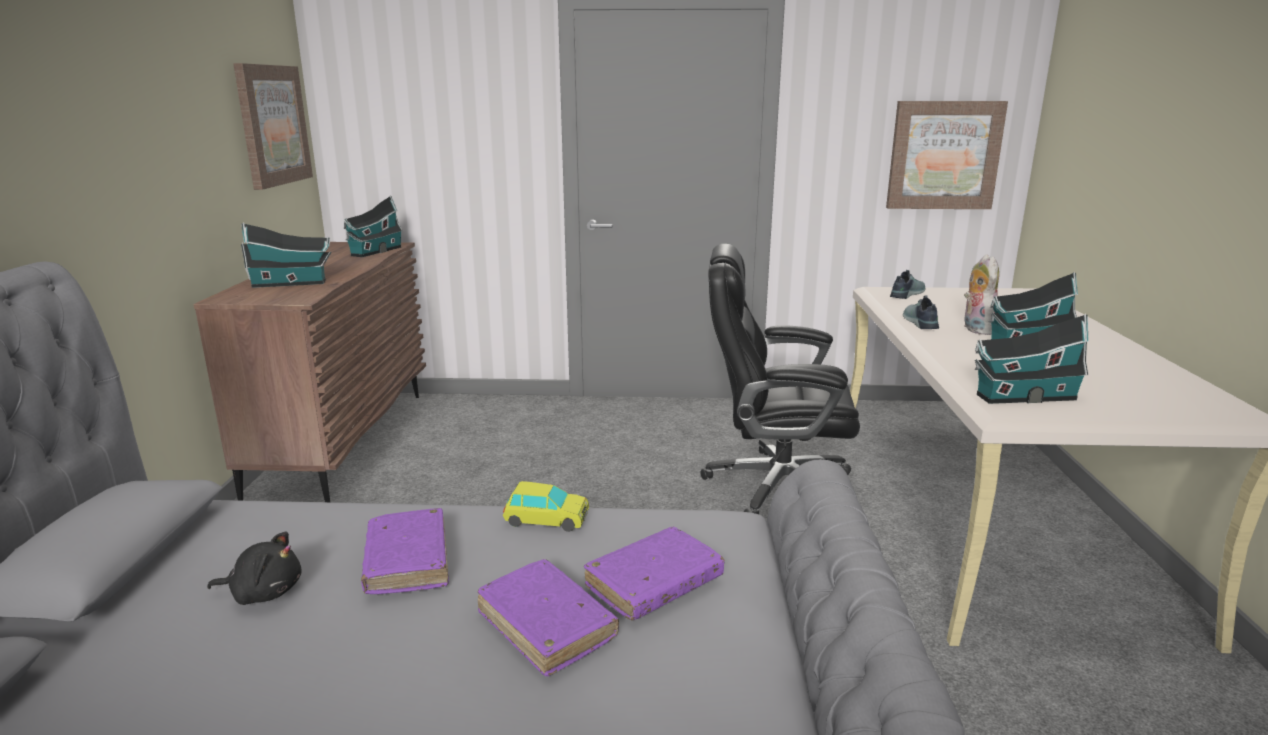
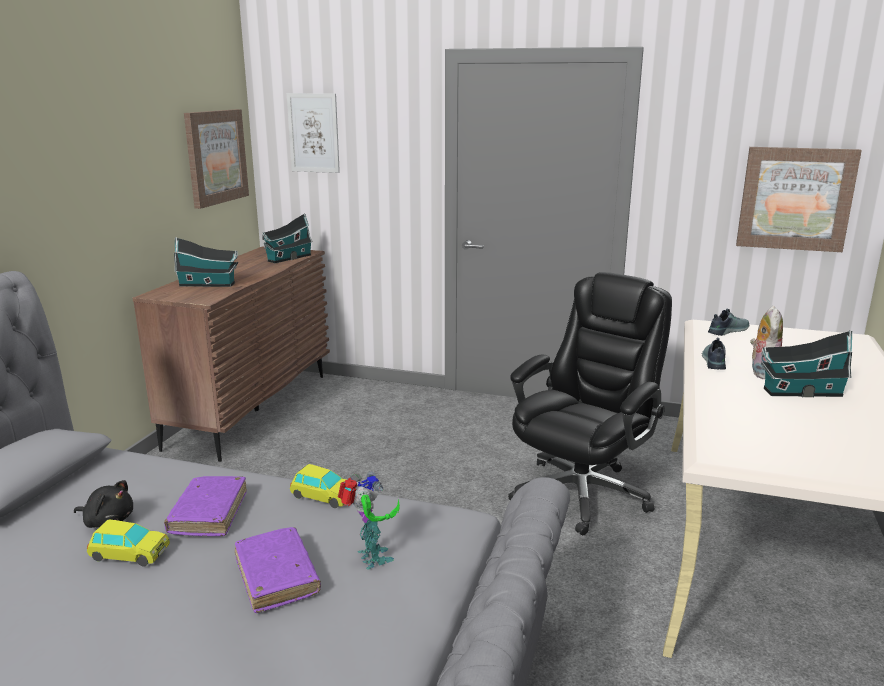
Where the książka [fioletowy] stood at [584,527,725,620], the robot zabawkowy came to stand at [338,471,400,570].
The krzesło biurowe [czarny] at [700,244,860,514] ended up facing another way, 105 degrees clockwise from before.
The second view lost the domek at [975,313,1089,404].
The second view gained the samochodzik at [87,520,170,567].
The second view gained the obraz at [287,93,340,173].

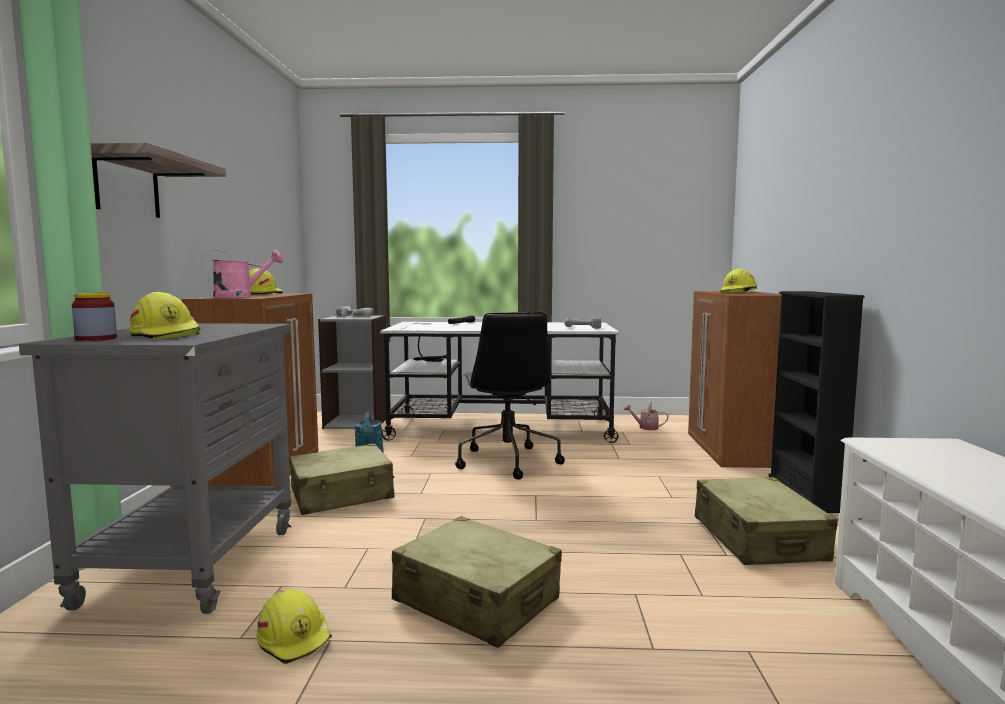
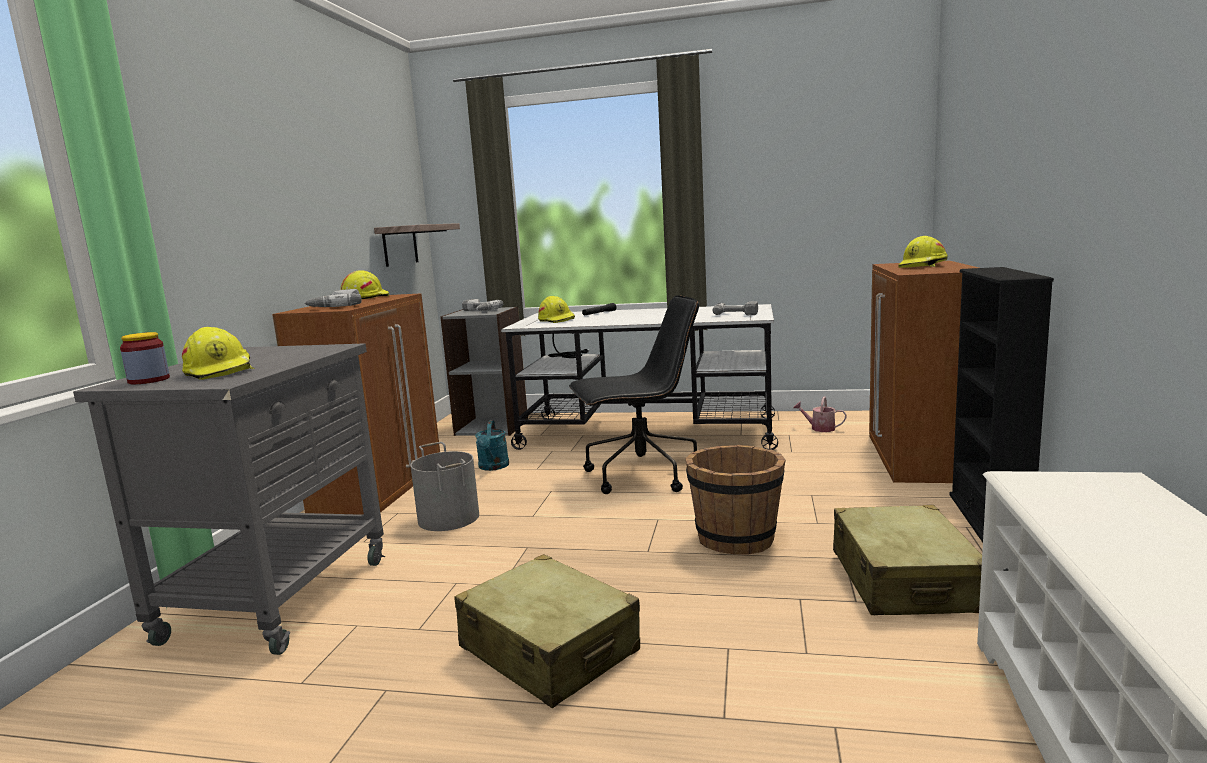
The półka ended up elsewhere, having gone from [91,143,226,218] to [374,223,460,267].
Where the konewka [różowy] stood at [201,250,283,298], the wiertarka came to stand at [304,289,361,307].
The kask [żółty] ended up elsewhere, having gone from [257,589,332,664] to [538,296,575,323].
Where the walizka [beżowy] stood at [289,444,395,515], the wiadro [szary] came to stand at [411,442,479,531].
The krzesło biurowe [czarny] at [455,312,565,479] ended up facing another way, 105 degrees counterclockwise from before.
The second view gained the wiadro [brązowy] at [685,445,785,555].

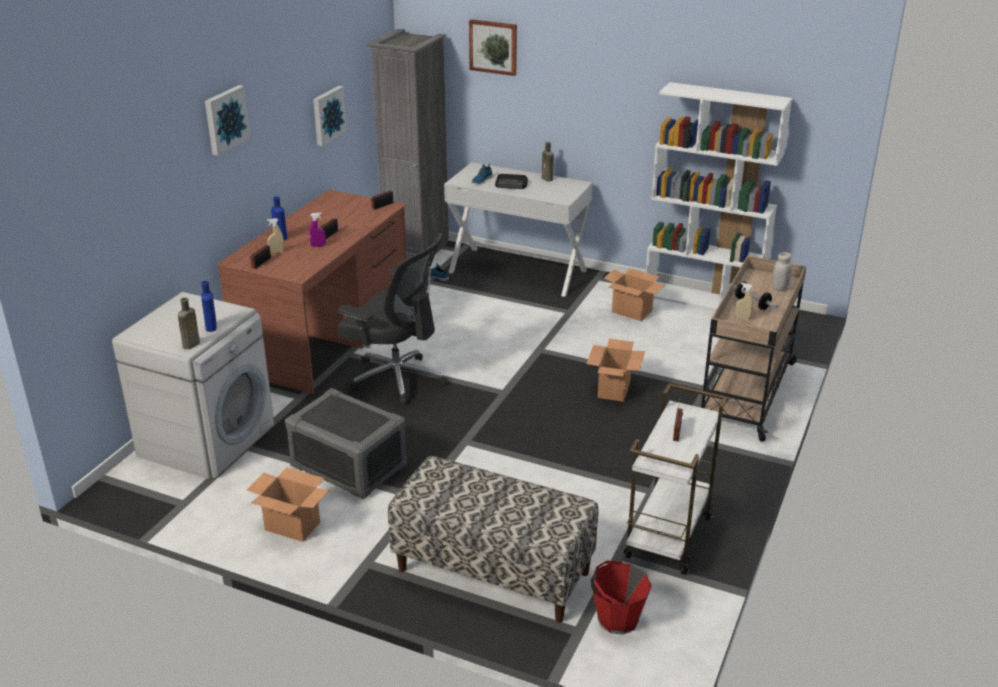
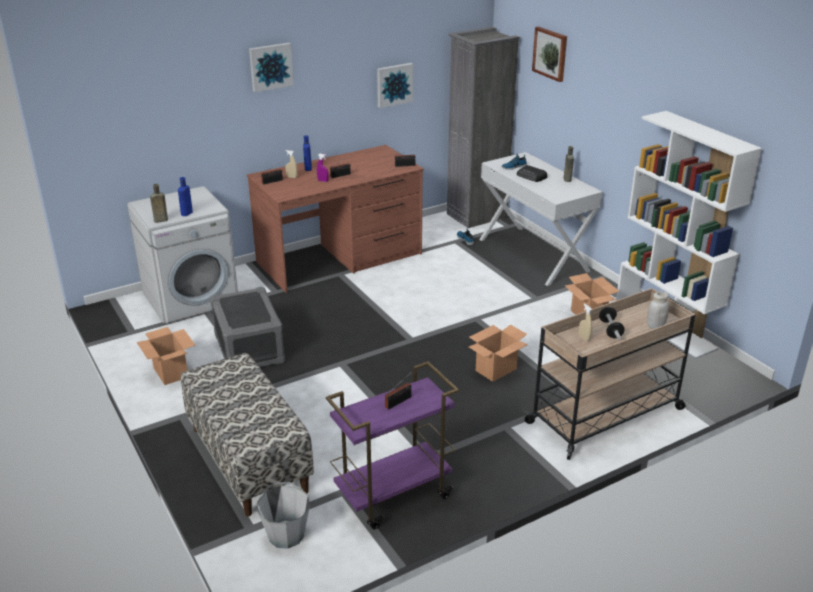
The second view lost the krzesło biurowe at [337,233,448,405].
What was the wiadro [czerwony] at [590,560,652,635] turned into the wiadro [szary] at [257,482,310,549].
What was the wózek [biały] at [624,383,727,575] turned into the wózek [fioletowy] at [326,361,459,530].

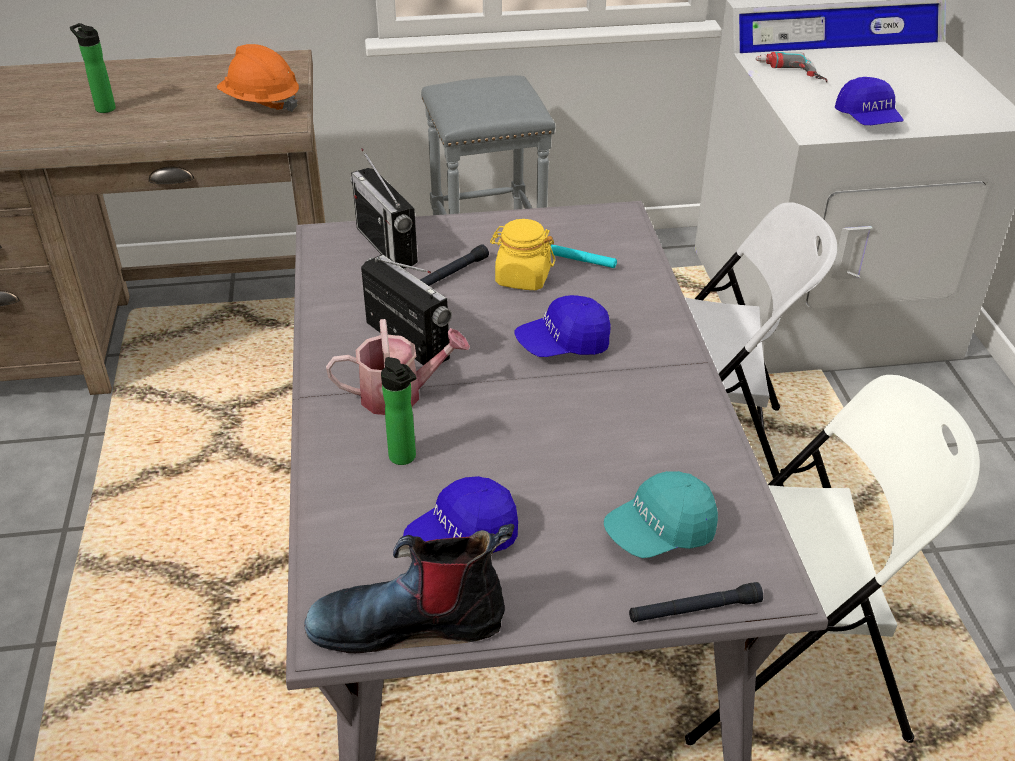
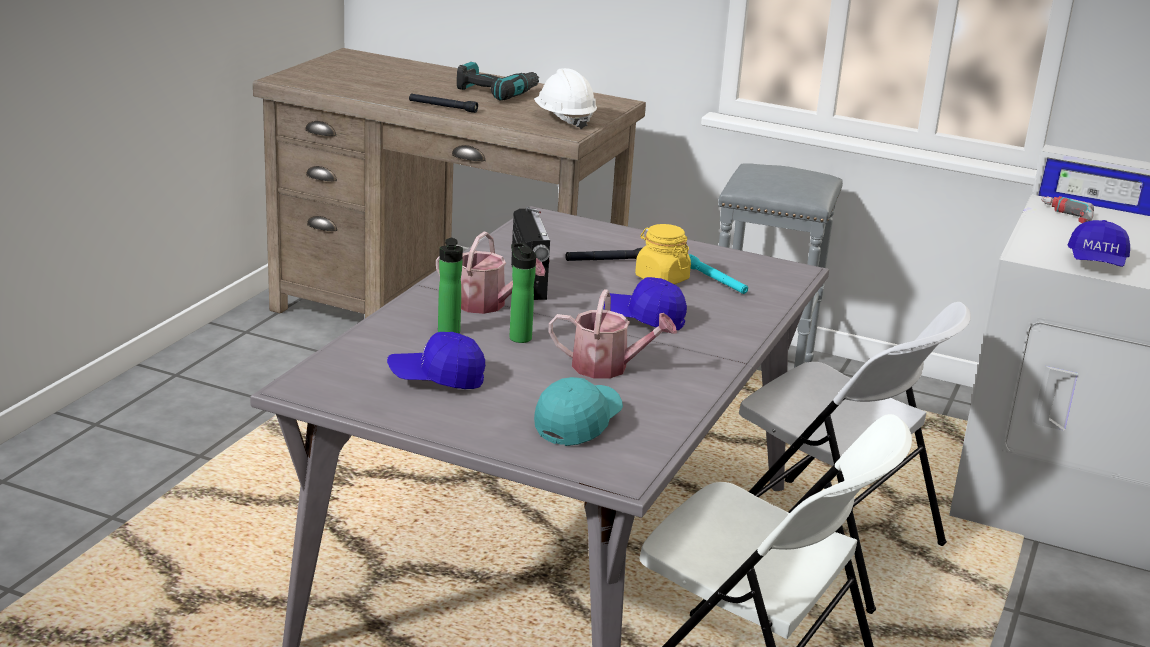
The butelka ended up elsewhere, having gone from [70,23,116,113] to [509,243,536,343].
What was the kask [pomarańczowy] at [217,44,299,112] turned into the kask [biały] at [534,68,597,129].
The second view lost the but z cholewką at [304,524,514,653].
The second view lost the radio at [350,148,418,269].
The czapka z daszkiem [turkusowy] at [604,471,718,558] ended up facing another way, 120 degrees clockwise from before.
The latarka [czarny] ended up elsewhere, having gone from [629,582,763,622] to [409,93,478,113].
The second view gained the wiertarka at [457,62,539,100].
The second view gained the konewka at [549,289,677,378].

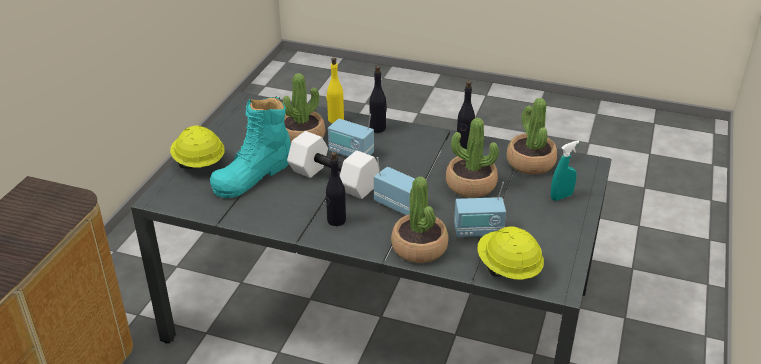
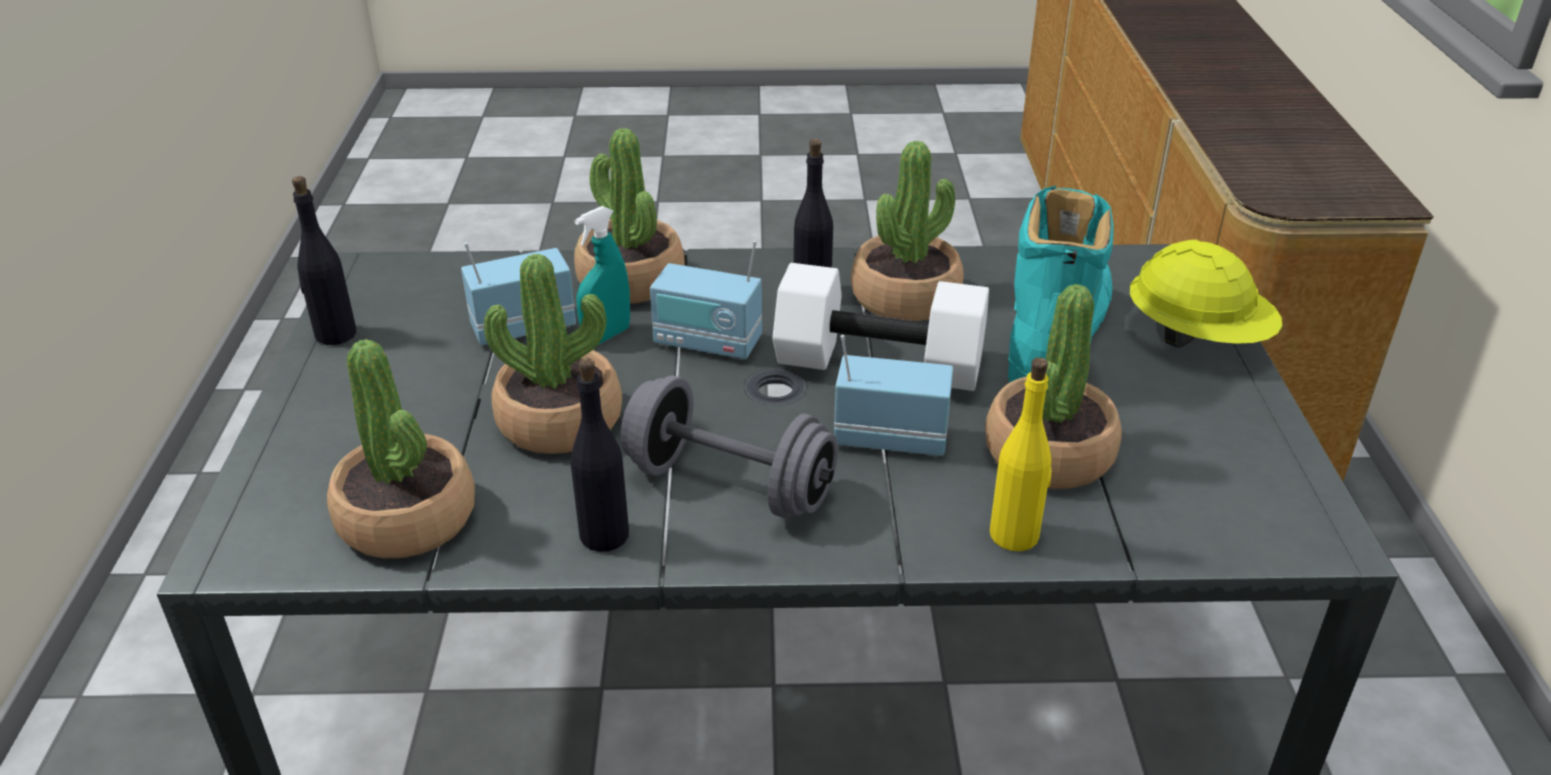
The butelka [czarny] ended up elsewhere, having gone from [370,66,387,133] to [292,176,356,345].
The second view lost the kask [żółty] at [477,227,544,280].
The spryskiwacz [turkusowy] ended up elsewhere, having gone from [551,141,579,201] to [575,206,630,345].
The second view gained the hantel [szary] at [621,375,838,518].
The second view gained the roślina doniczkowa at [851,141,964,321].

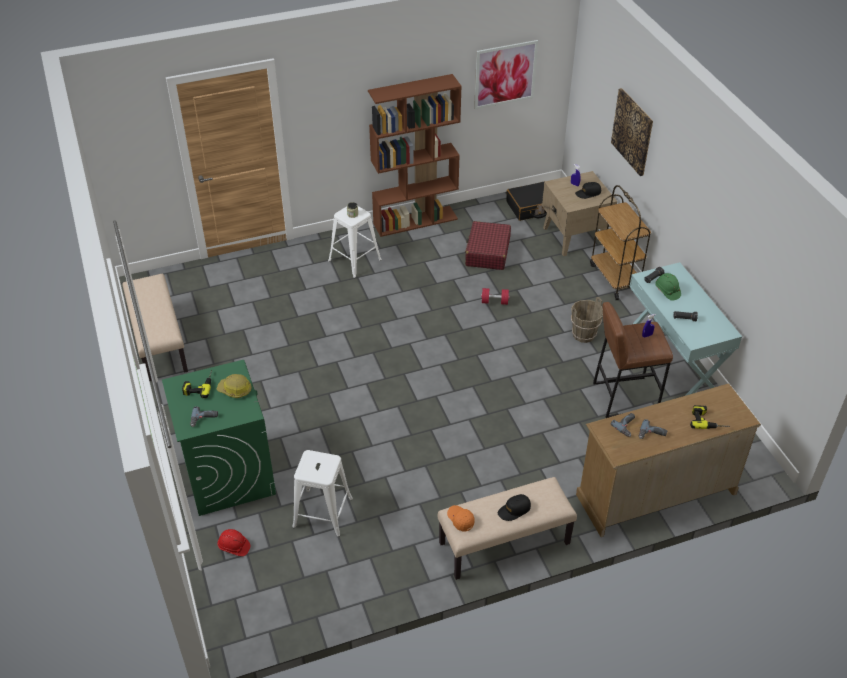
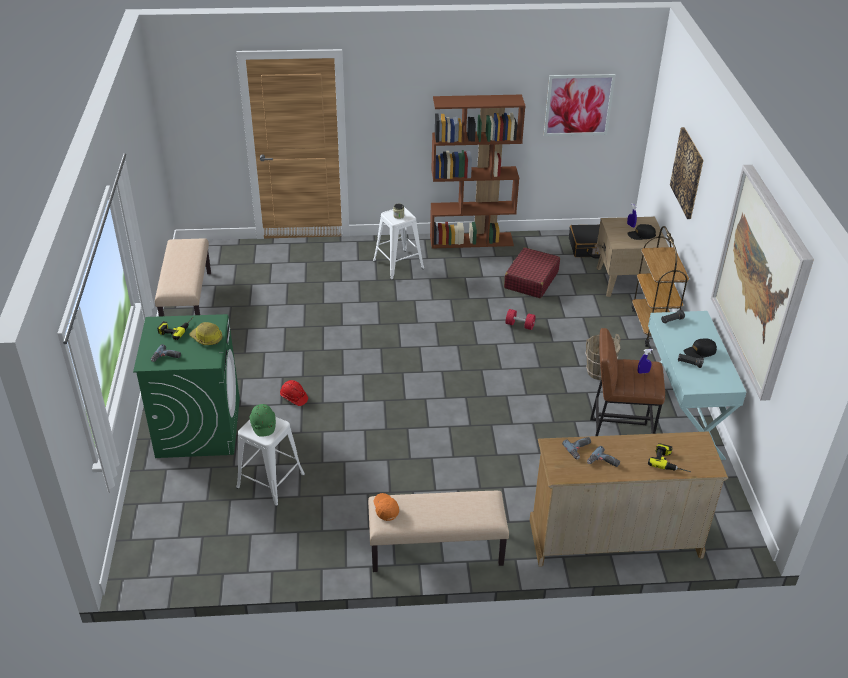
The kask [czerwony] ended up elsewhere, having gone from [217,529,250,556] to [280,380,308,406].
The czapka z daszkiem [czarny] ended up elsewhere, having gone from [498,494,531,521] to [684,339,717,359].
The kask [zielony] ended up elsewhere, having gone from [655,273,681,301] to [250,404,276,437].
The second view gained the obraz at [711,165,814,401].

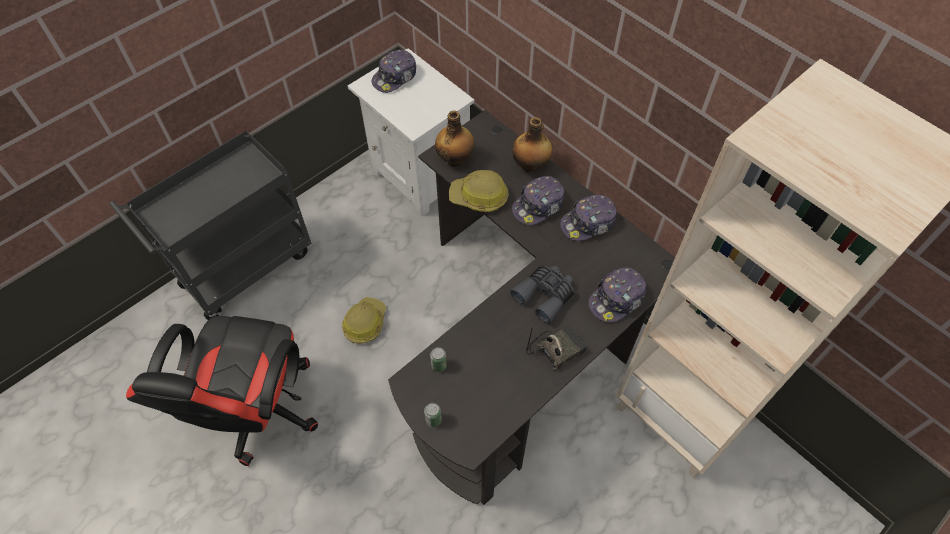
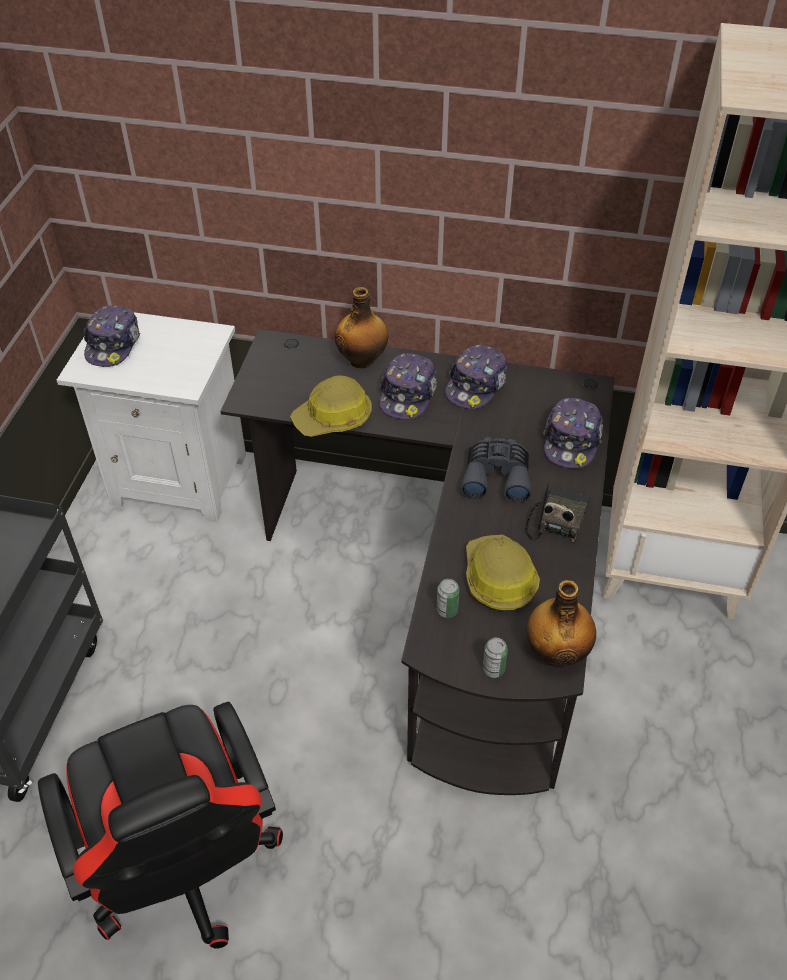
The kask ended up elsewhere, having gone from [342,297,386,344] to [466,535,540,611].
The butelka ended up elsewhere, having gone from [435,111,475,167] to [526,580,596,668].

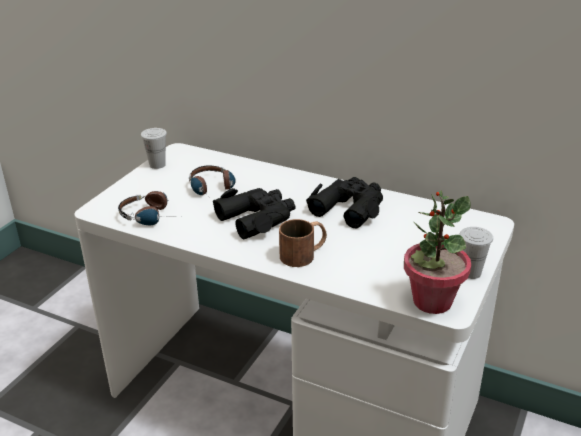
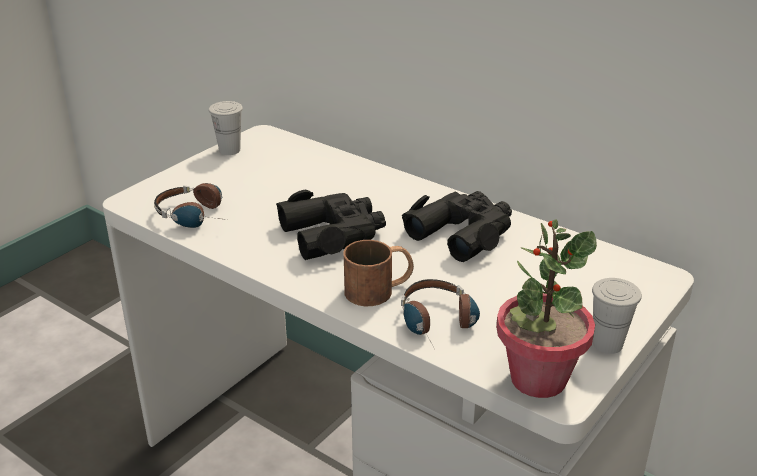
The słuchawki ended up elsewhere, having gone from [189,166,236,200] to [401,279,480,344].

